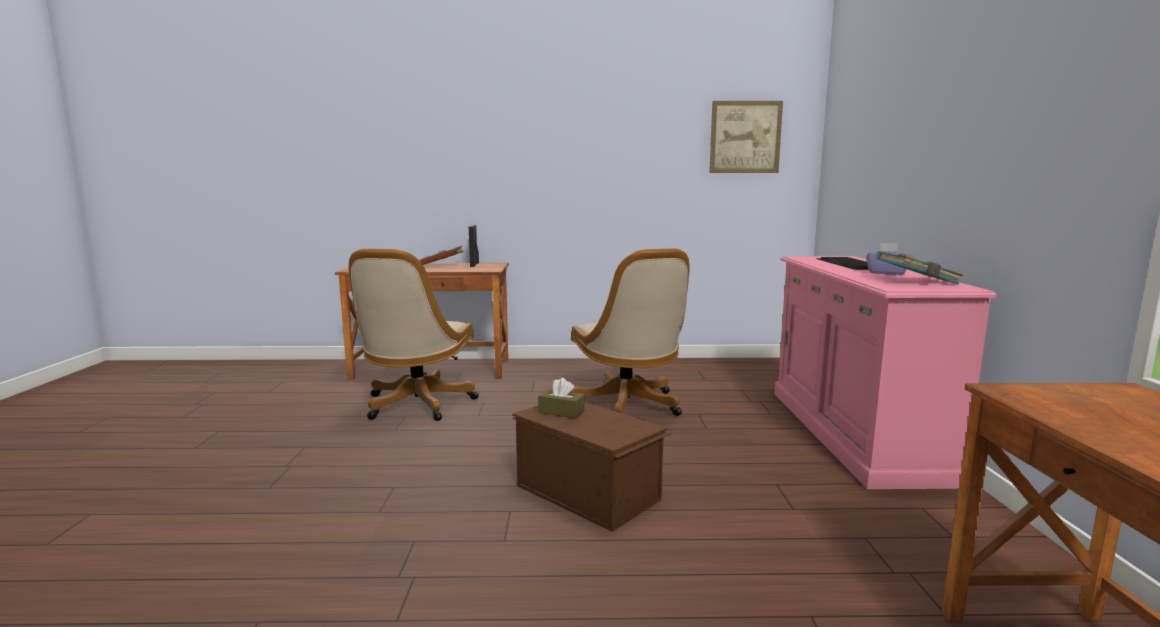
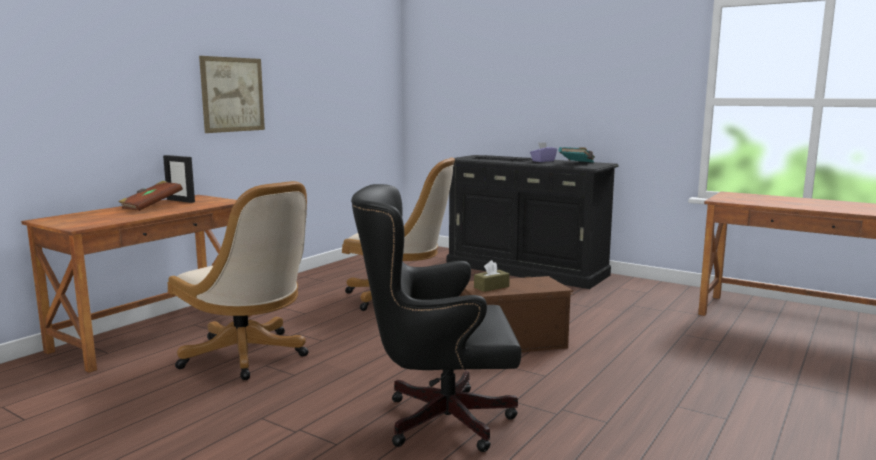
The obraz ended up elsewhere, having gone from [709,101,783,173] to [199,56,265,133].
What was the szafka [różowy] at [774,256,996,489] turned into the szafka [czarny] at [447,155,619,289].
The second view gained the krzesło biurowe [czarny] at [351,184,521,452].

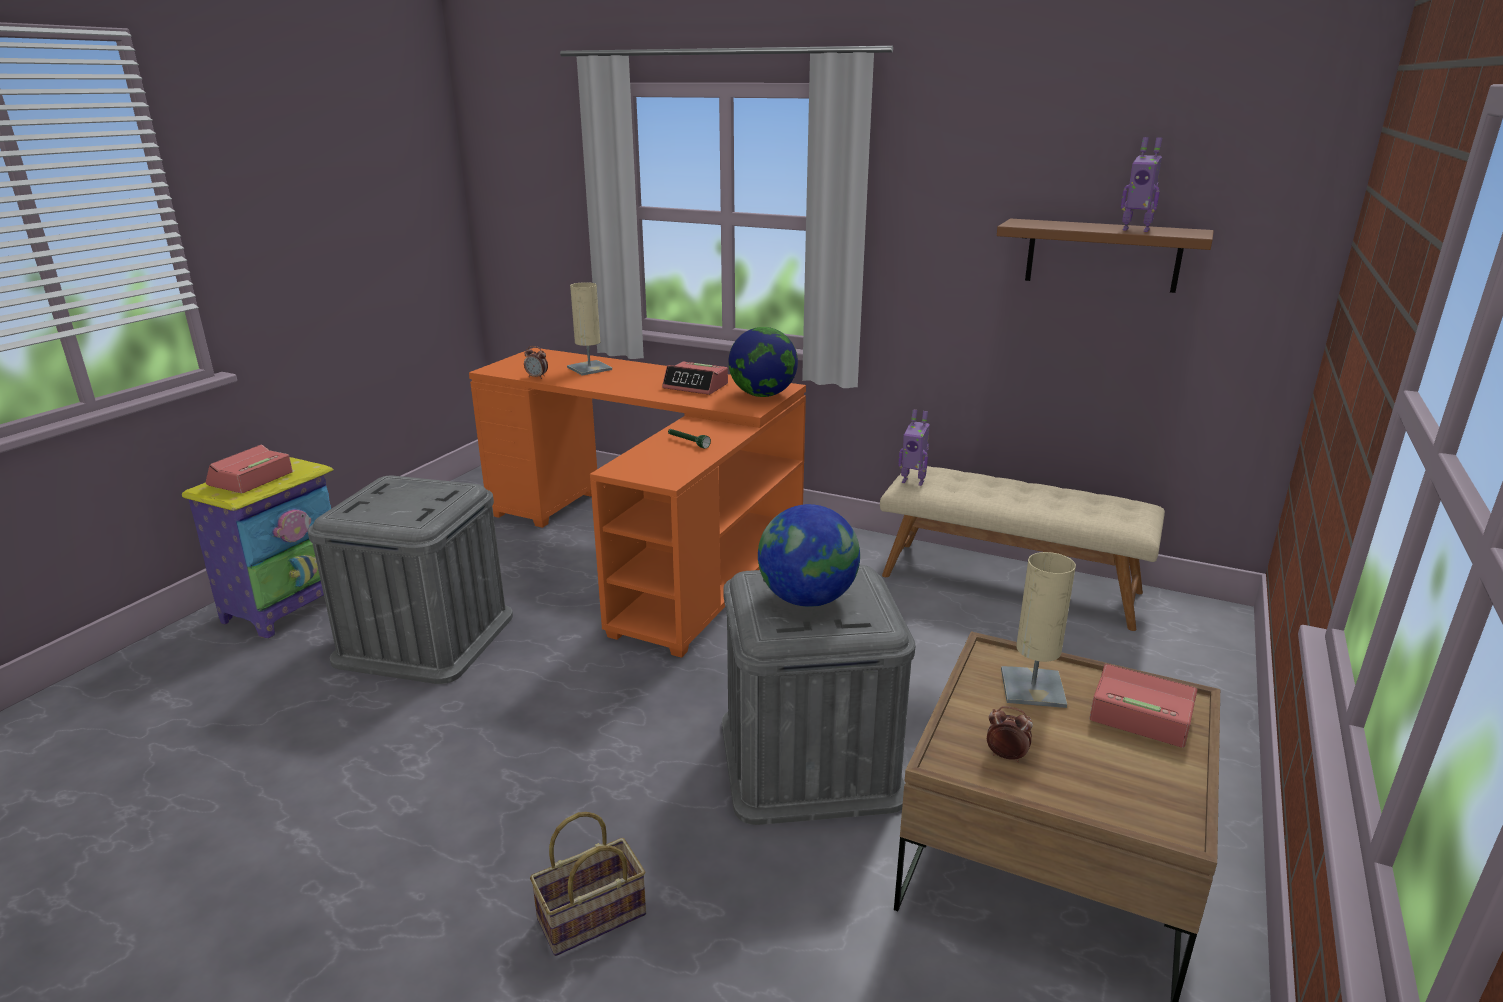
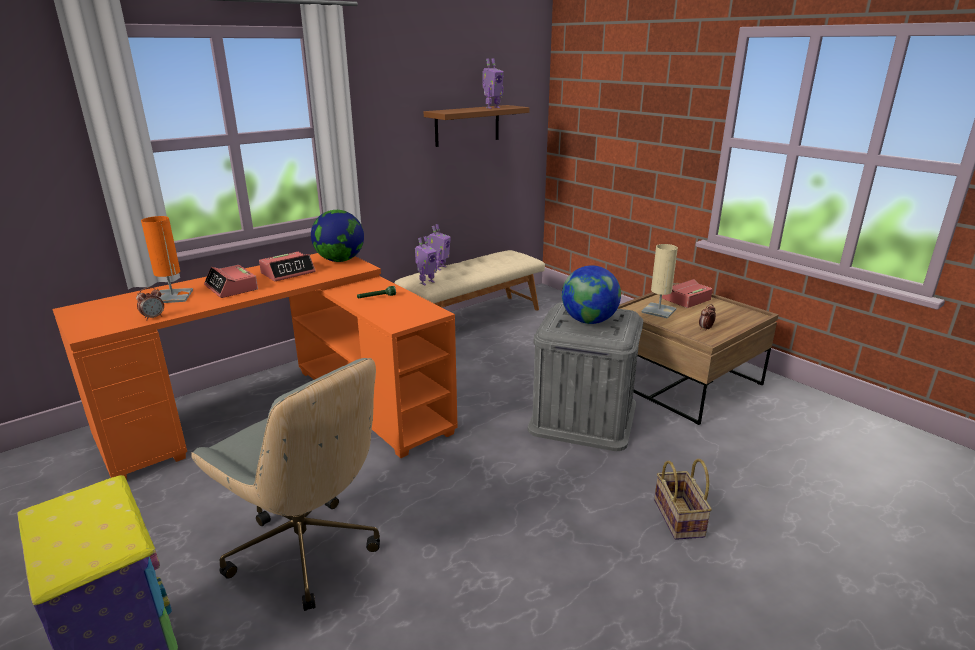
The budzik ended up elsewhere, having gone from [206,445,293,493] to [204,265,258,298].
Where the pojemnik do przechowywania [szary] stood at [307,476,513,684], the krzesło biurowe [szary] came to stand at [191,358,380,611].
What was the lampa stołowa [beżowy] at [567,282,612,376] turned into the lampa stołowa [pomarańczowy] at [141,216,193,303].
The second view gained the robot zabawkowy at [427,224,451,270].

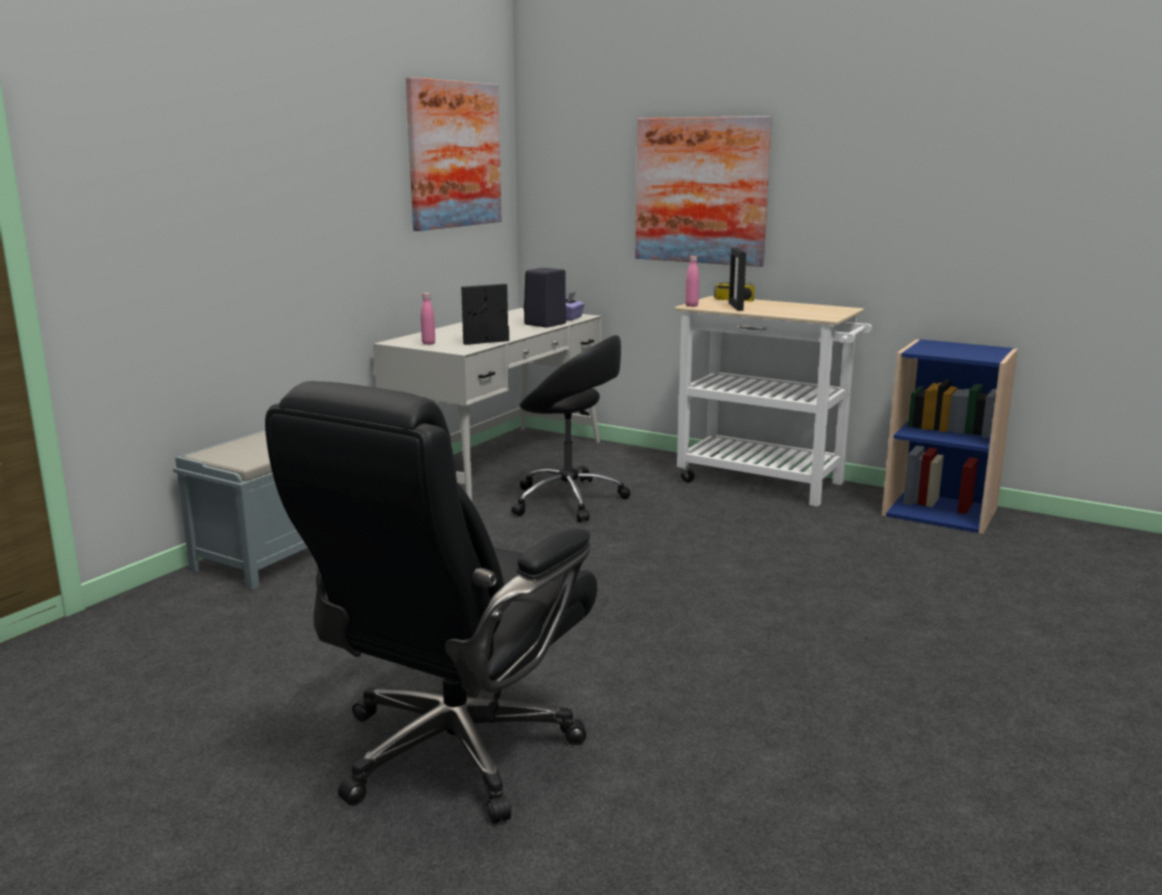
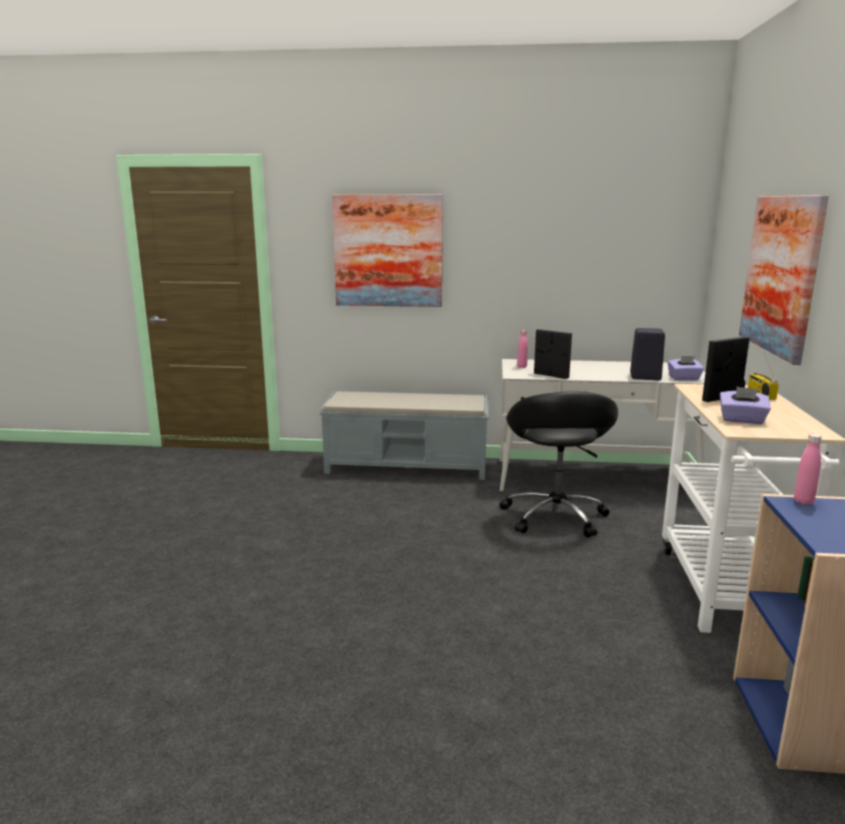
The second view lost the krzesło biurowe [czarny] at [265,381,597,824].
The obraz ended up elsewhere, having gone from [406,77,501,231] to [332,194,443,307].
The butelka [różowy] ended up elsewhere, having gone from [685,256,699,307] to [794,434,822,505].
The second view gained the pudełko chusteczek [fioletowy] at [720,387,771,424].

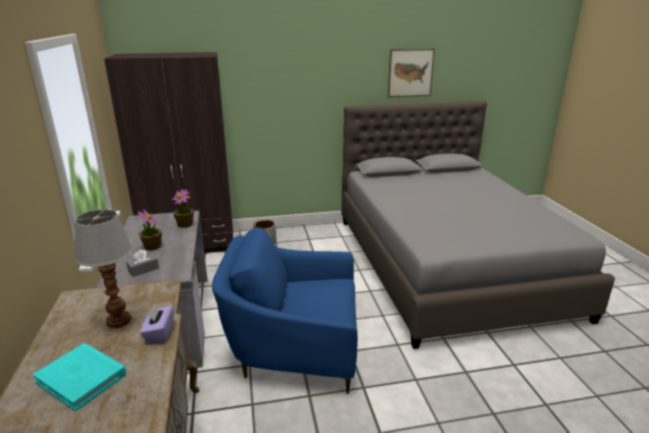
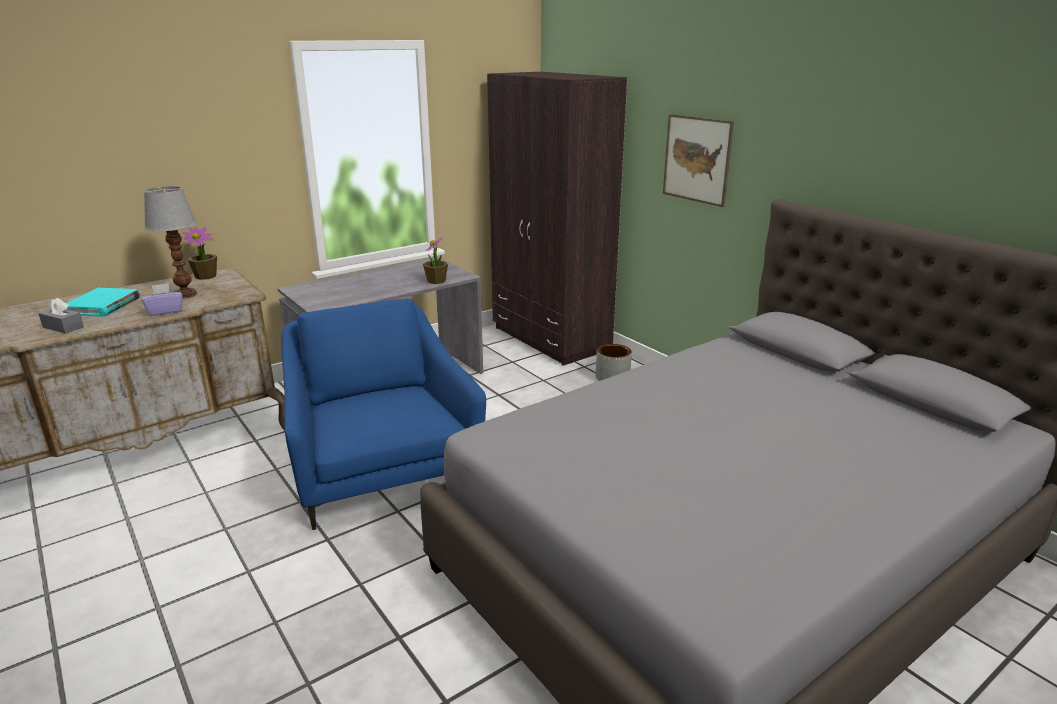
The pudełko chusteczek [szary] ended up elsewhere, having gone from [126,249,159,277] to [38,298,84,334].
The roślina doniczkowa ended up elsewhere, having gone from [137,209,162,251] to [183,227,217,280].
The obraz ended up elsewhere, having gone from [388,49,435,98] to [663,114,734,207].

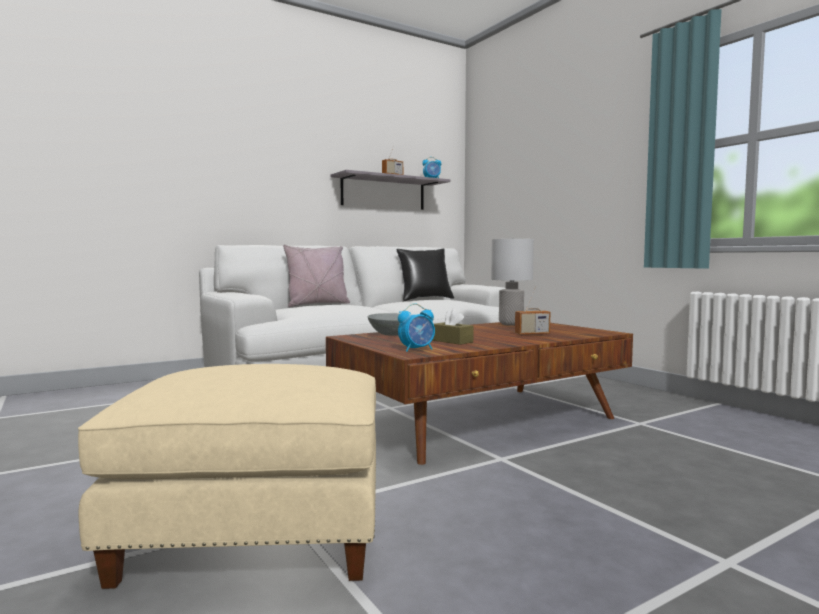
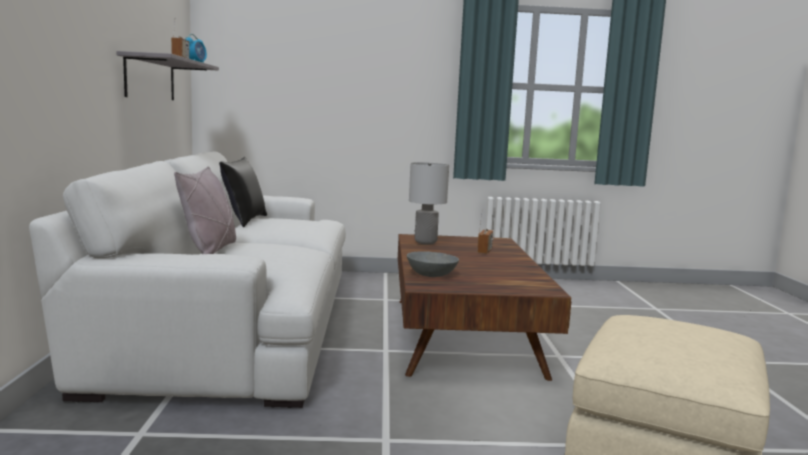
The second view lost the budzik at [398,303,435,352].
The second view lost the pudełko chusteczek [brązowy] at [432,308,474,345].

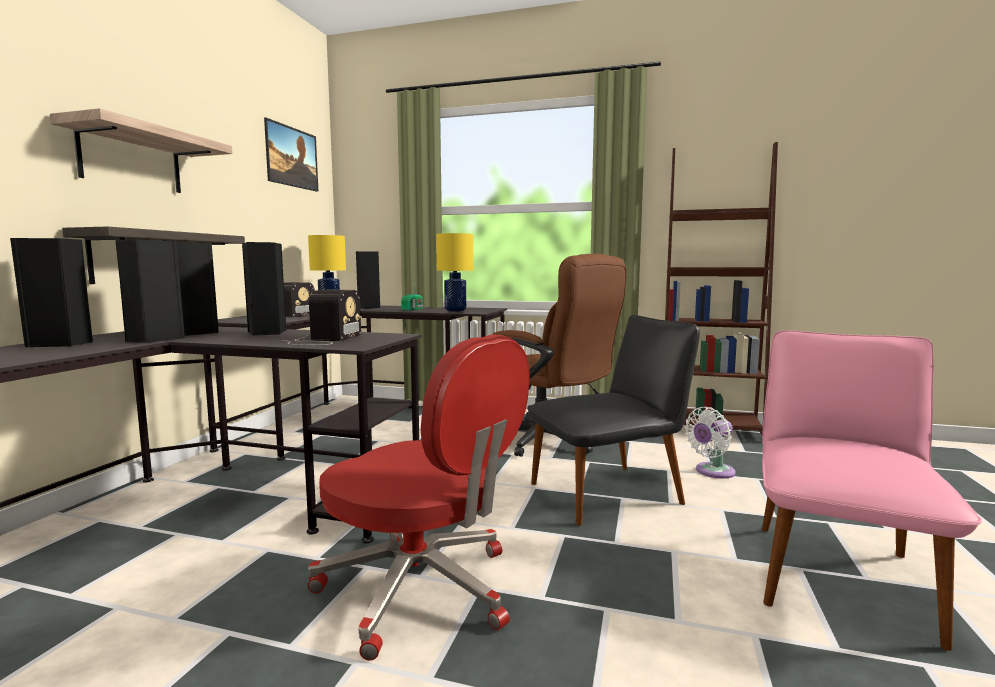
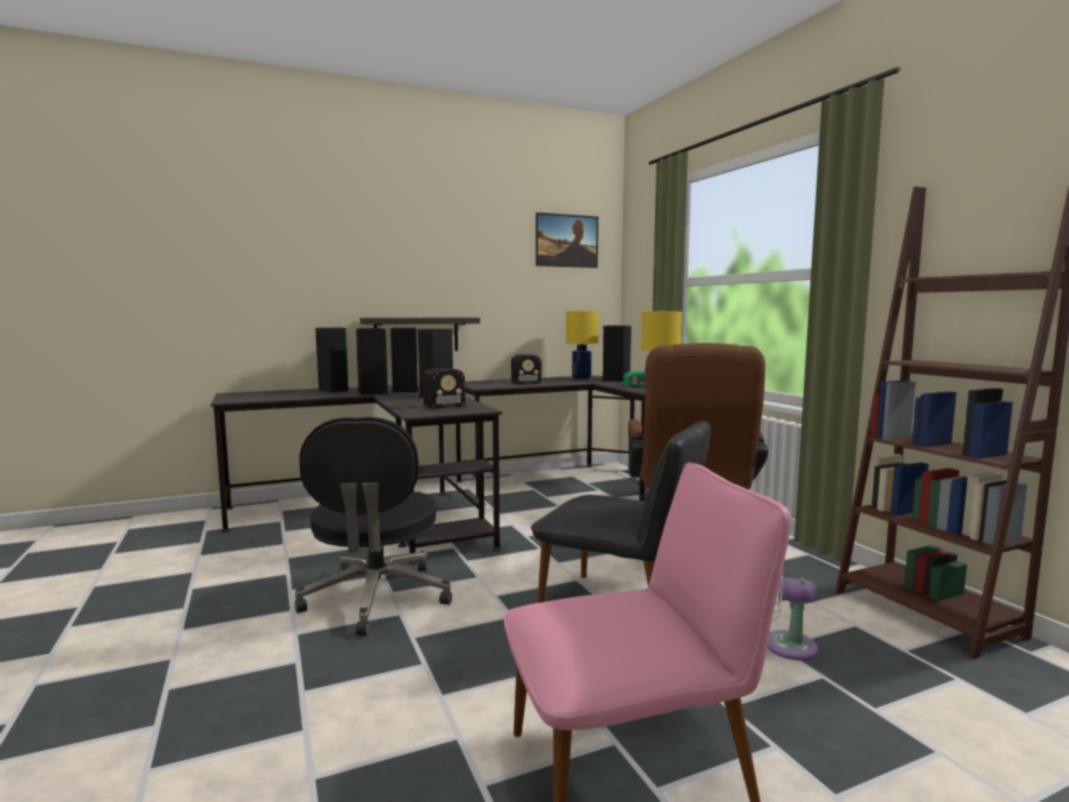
The second view lost the półka at [50,108,233,193].
What was the krzesło biurowe [czerwony] at [308,334,530,660] turned into the krzesło biurowe [czarny] at [294,417,452,636].

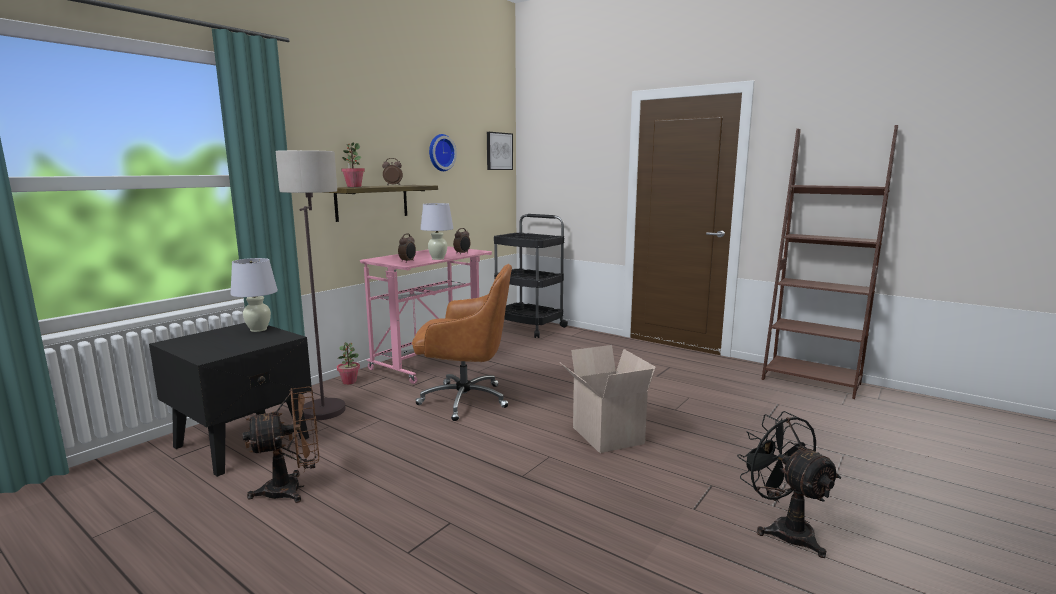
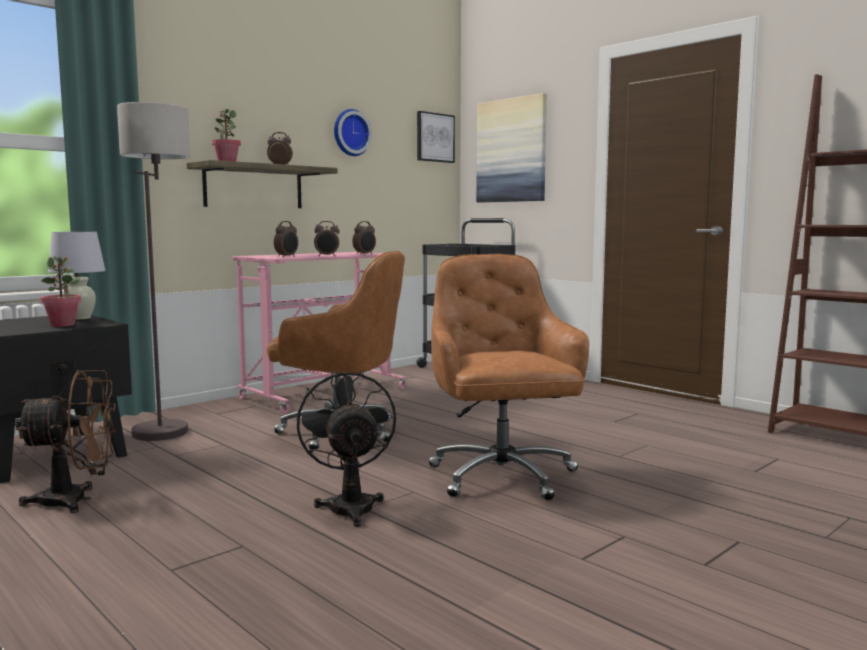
The roślina doniczkowa ended up elsewhere, having gone from [337,342,360,385] to [40,256,81,327].
Where the lampa stołowa [biały] stood at [420,203,454,260], the budzik came to stand at [314,221,340,256].
Where the karton stood at [559,345,656,453], the krzesło biurowe [brązowy] came to stand at [429,254,589,500].
The wentylator [czarny] ended up elsewhere, having gone from [737,411,841,558] to [296,371,396,527].
The second view gained the obraz at [476,93,547,202].

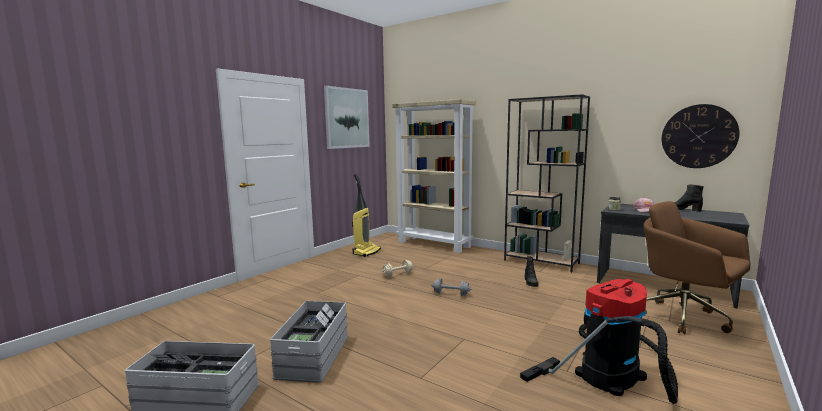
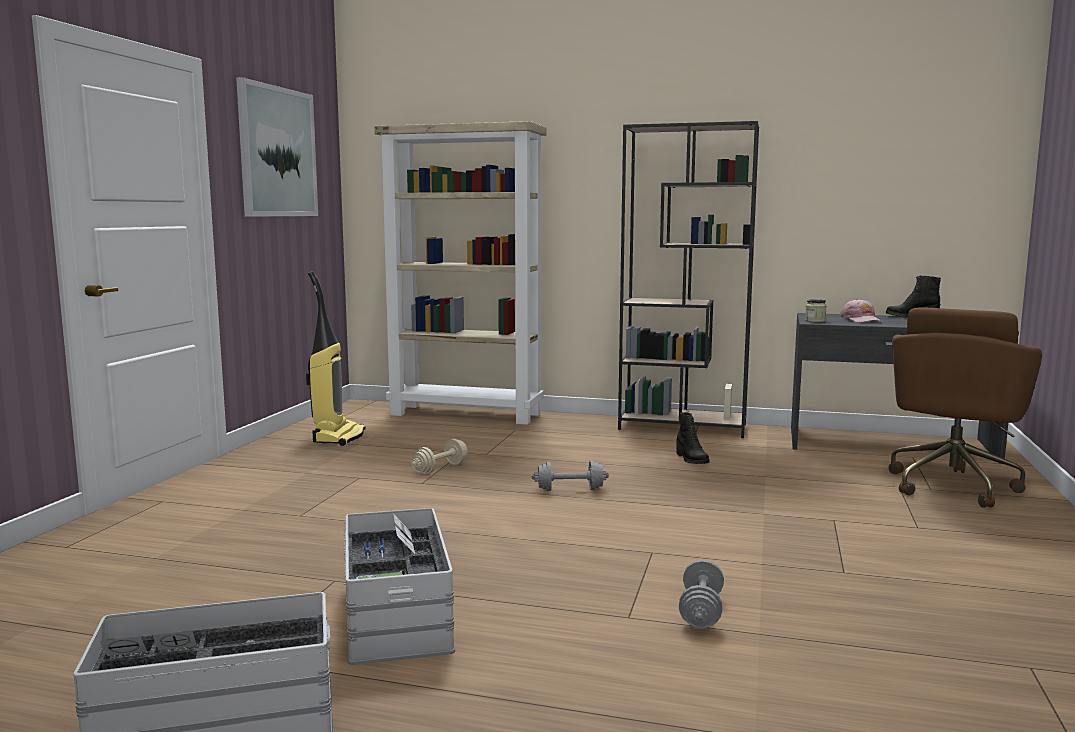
The second view lost the odkurzacz at [520,279,678,404].
The krzesło biurowe [brązowy] at [644,201,751,334] ended up facing another way, 90 degrees counterclockwise from before.
The second view lost the zegar ścienny at [662,104,739,168].
The second view gained the hantel [szary] at [679,560,724,628].

